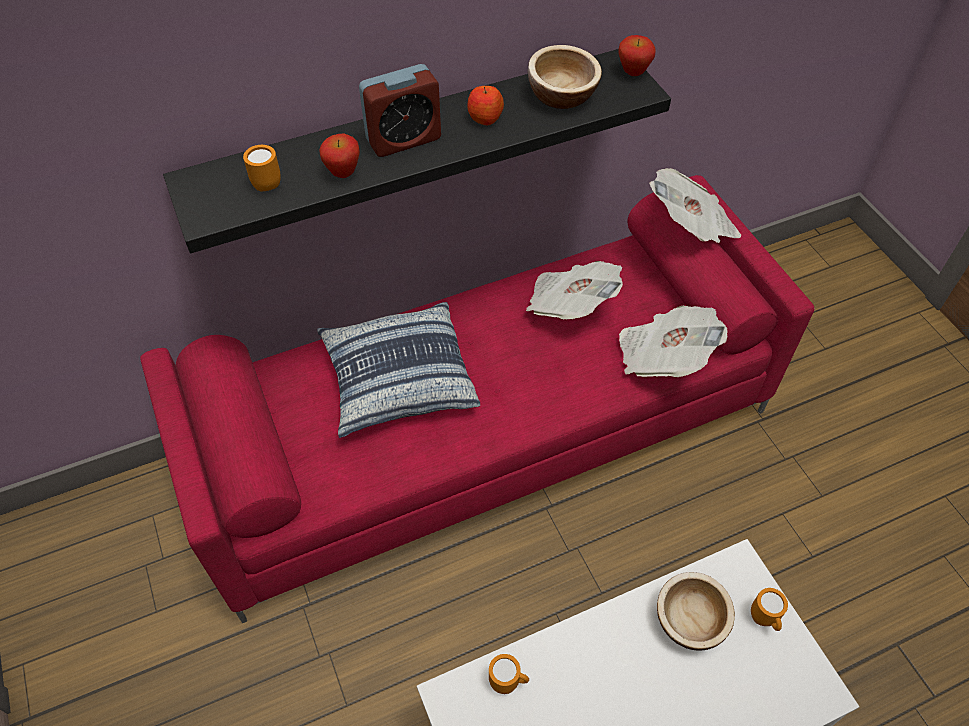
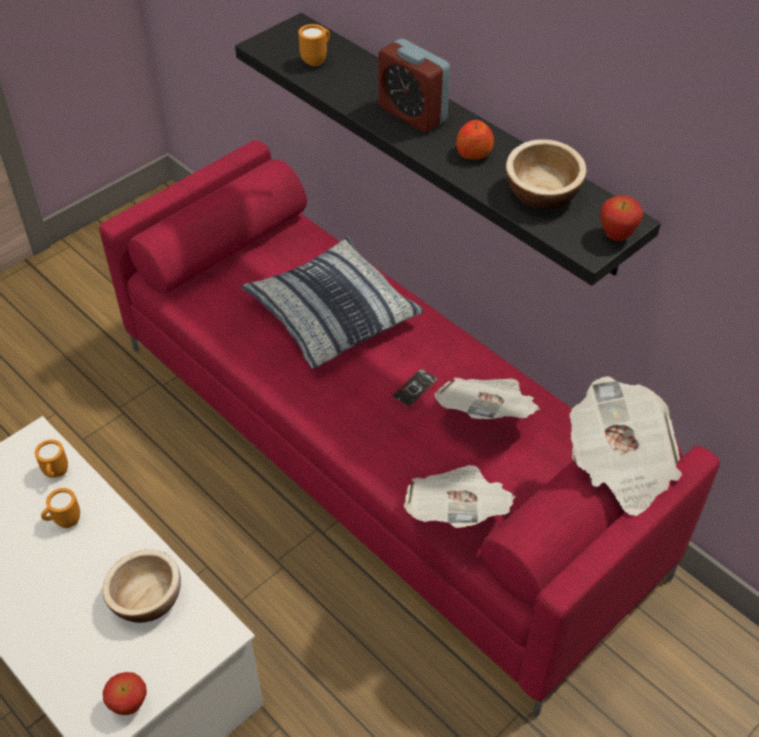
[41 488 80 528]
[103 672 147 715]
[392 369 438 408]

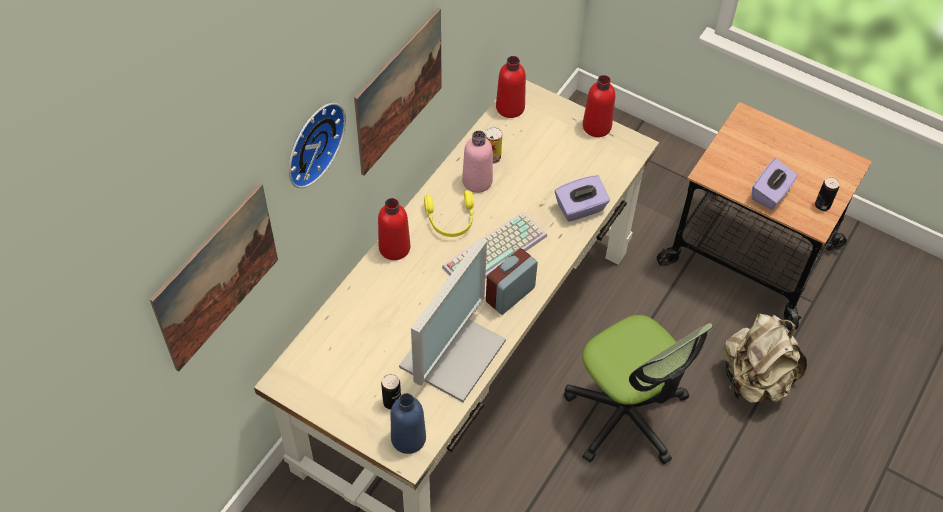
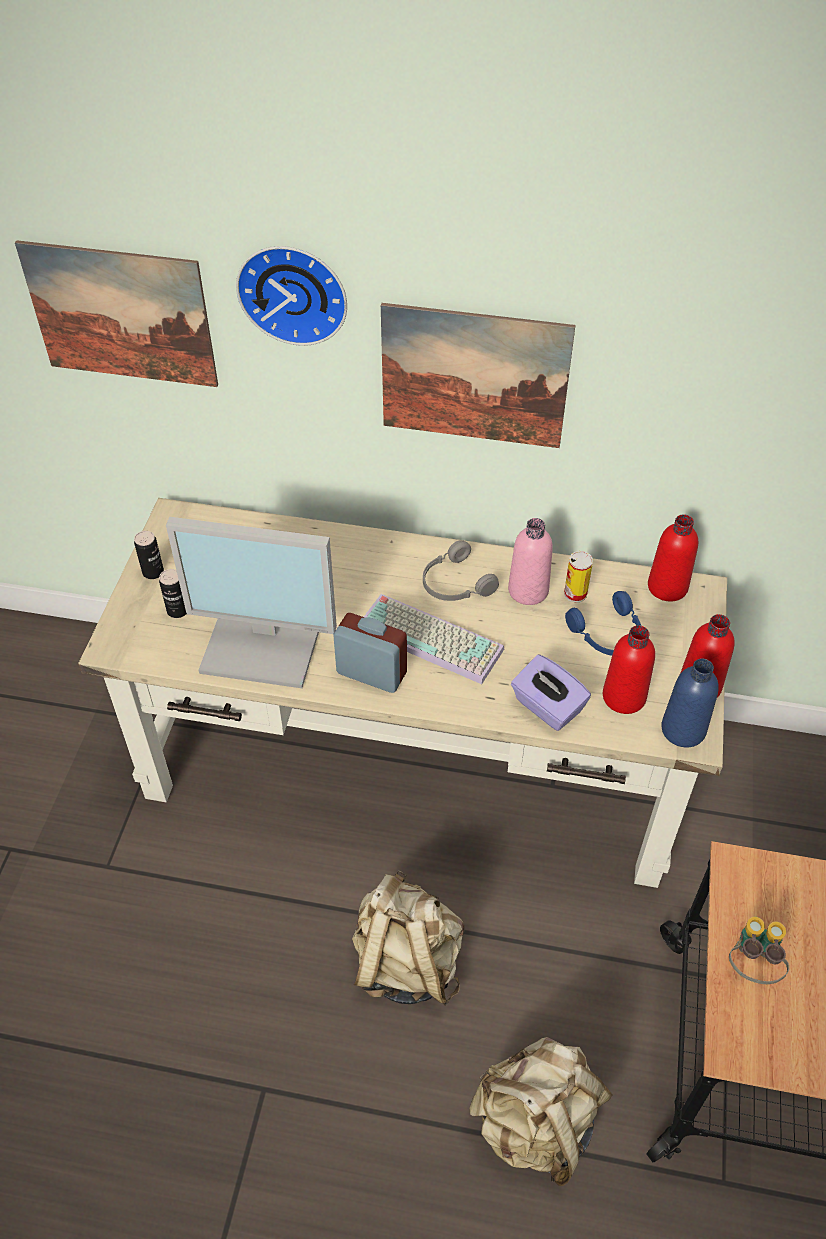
[134 531 164 579]
[352 871 465 1006]
[423 540 499 601]
[565 591 641 656]
[603 625 655 714]
[661 659 719 747]
[729 917 789 984]

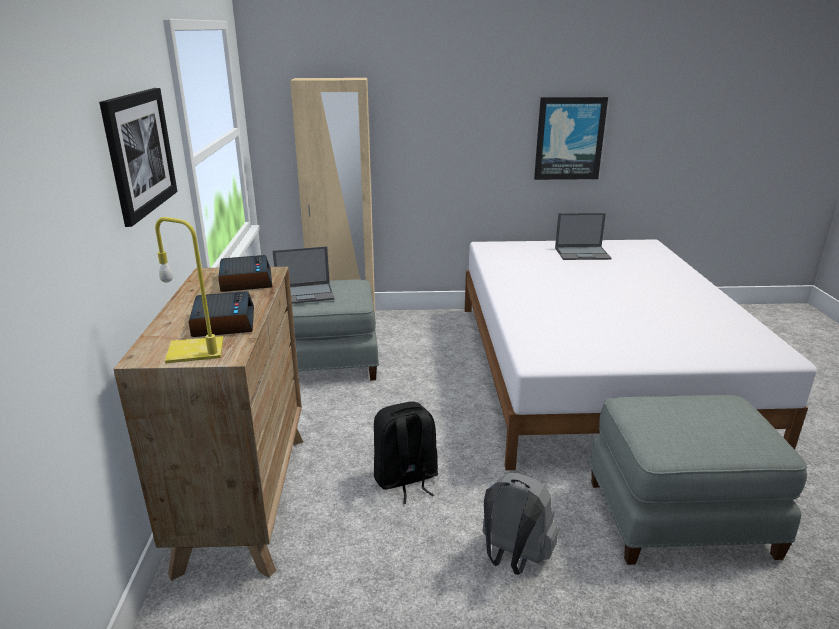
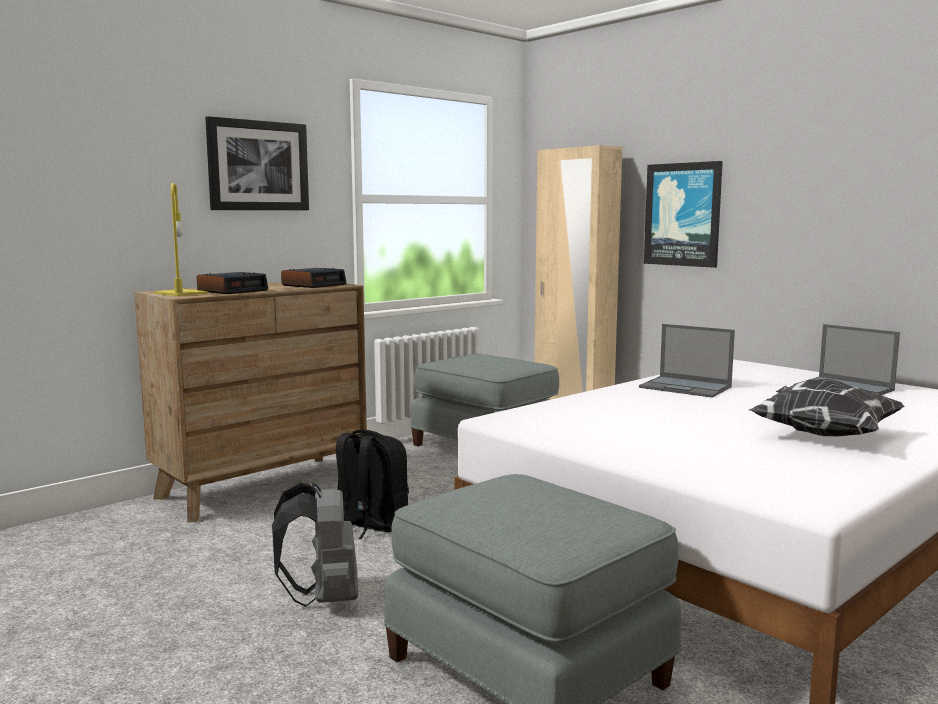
[639 324 735 398]
[644 161 723 268]
[749 379 905 436]

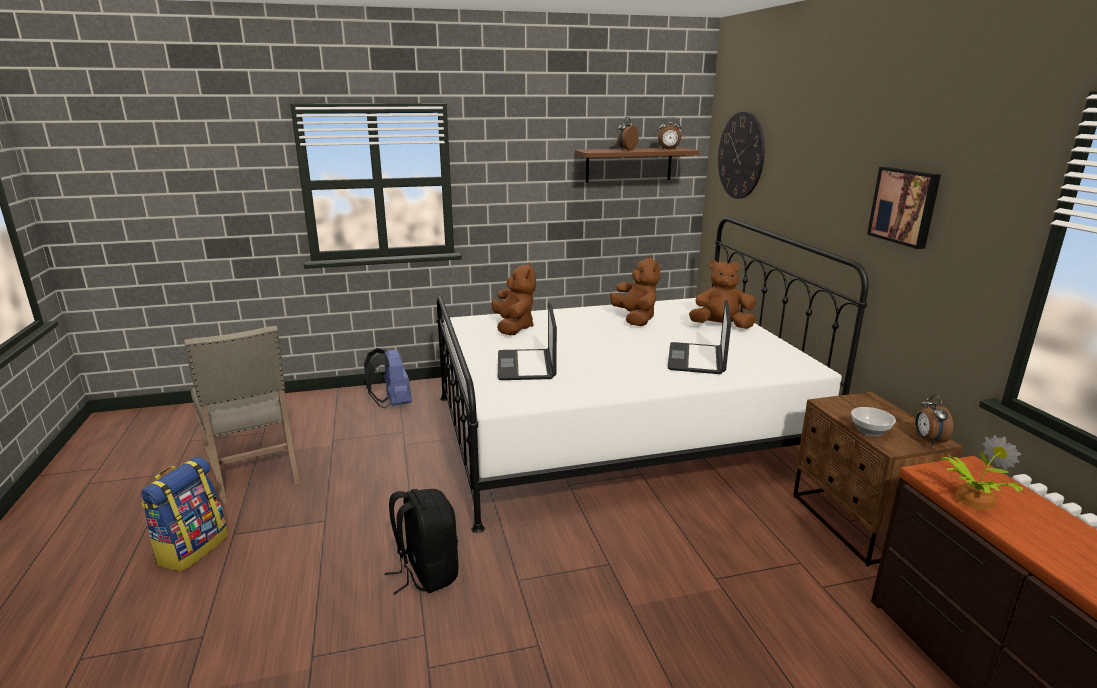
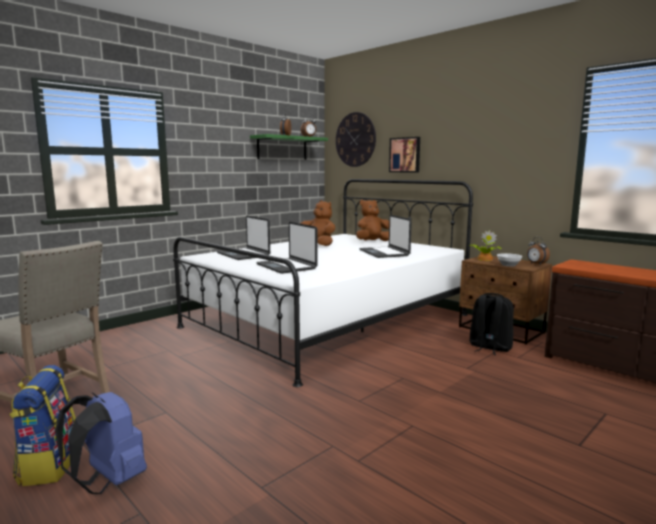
[55 392 147 494]
[217 216 270 260]
[250 134 328 160]
[389 137 420 172]
[468 230 501 261]
[469 293 514 355]

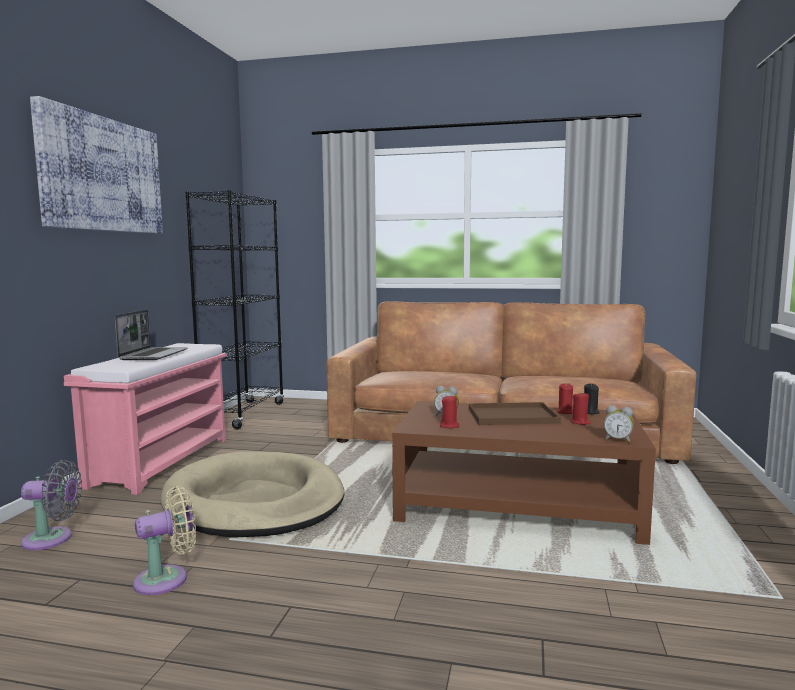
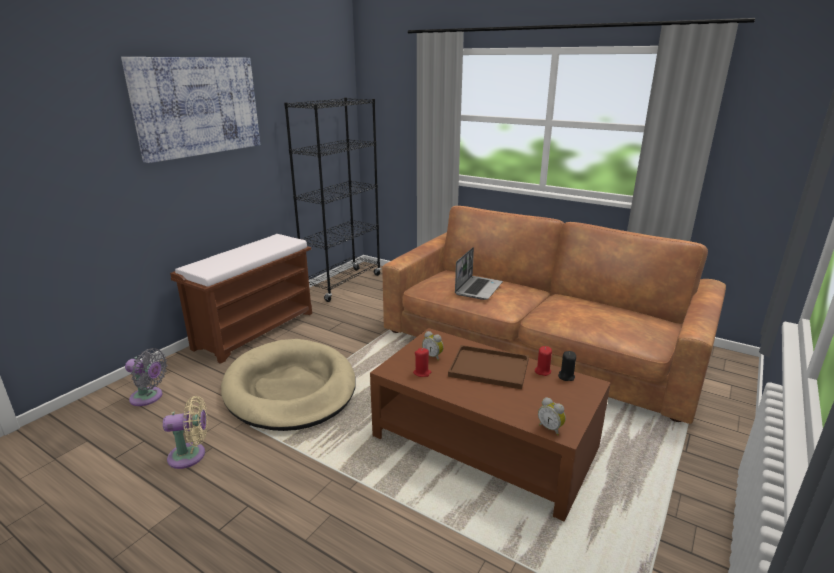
[170 234 312 364]
[455 247 503 300]
[570 391 591 425] (first image)

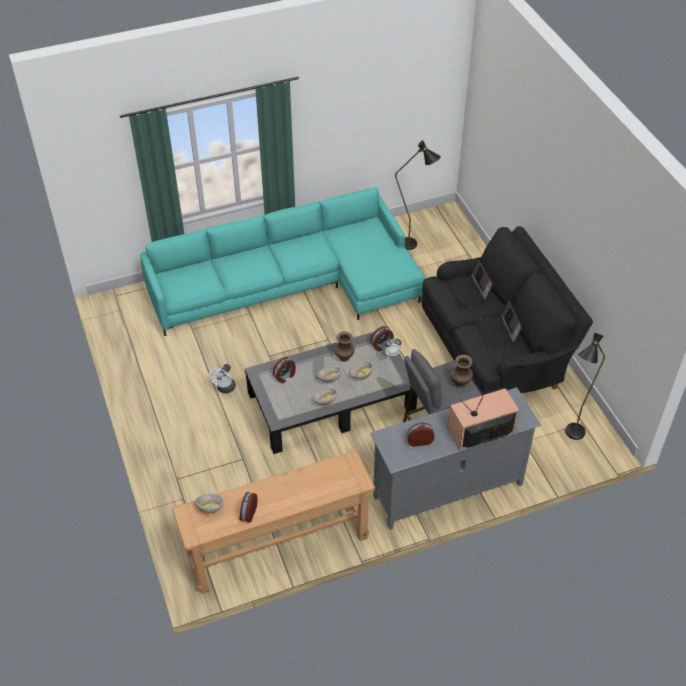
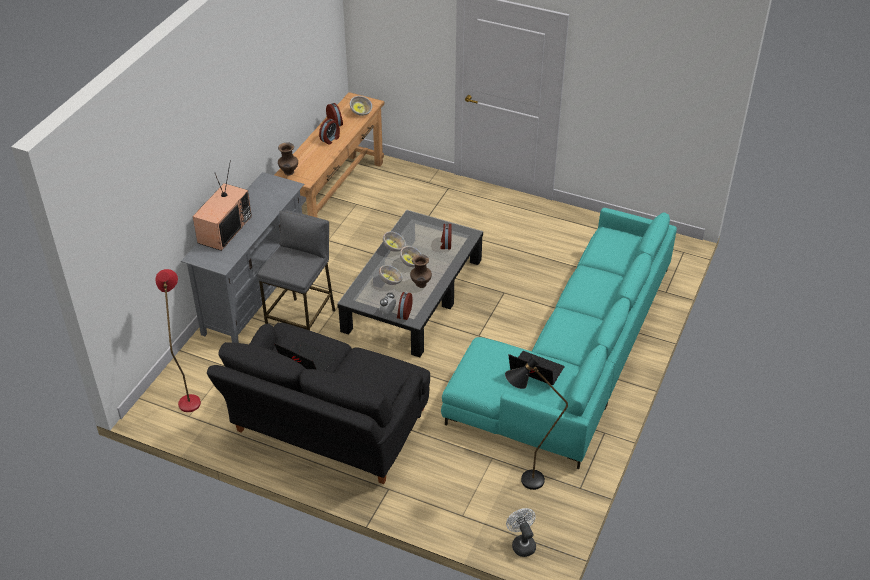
[156 269 201 412]
[278 142 298 175]
[319 118 340 145]
[506 508 536 557]
[508 351 565 385]

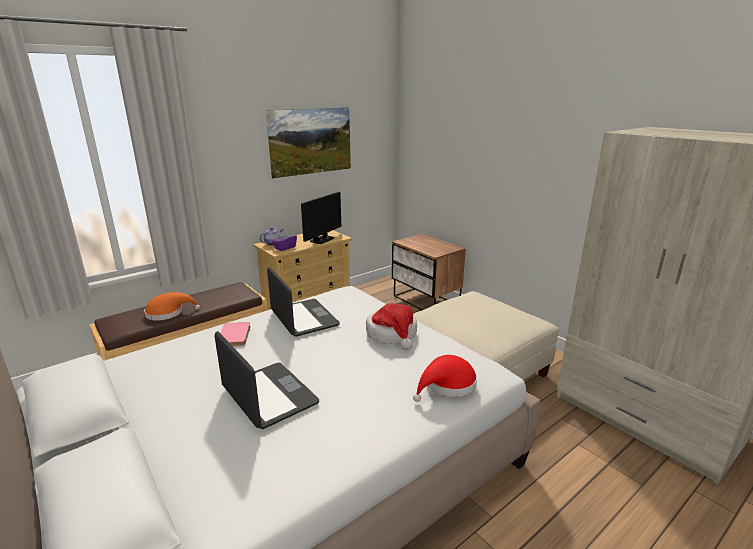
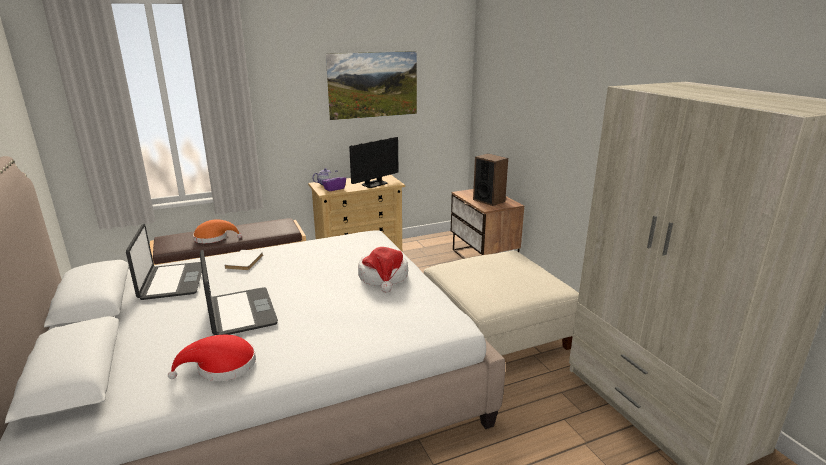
[126 224 202 300]
[168 335 256 381]
[225 250 263 271]
[473 153 508 206]

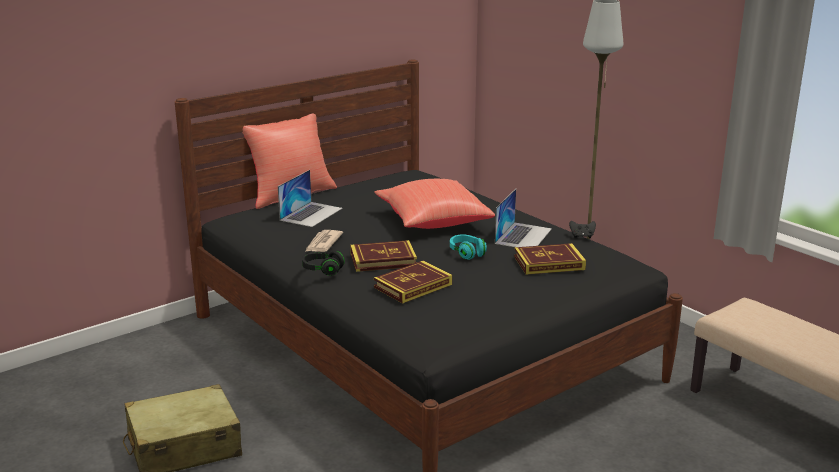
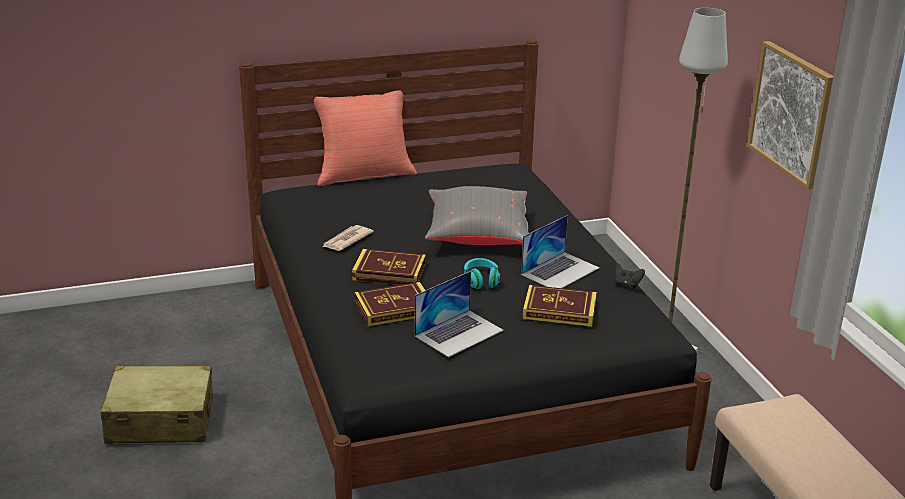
[415 271 504 357]
[425 186 529 245]
[747 41 833 190]
[302 251 345 276] (first image)

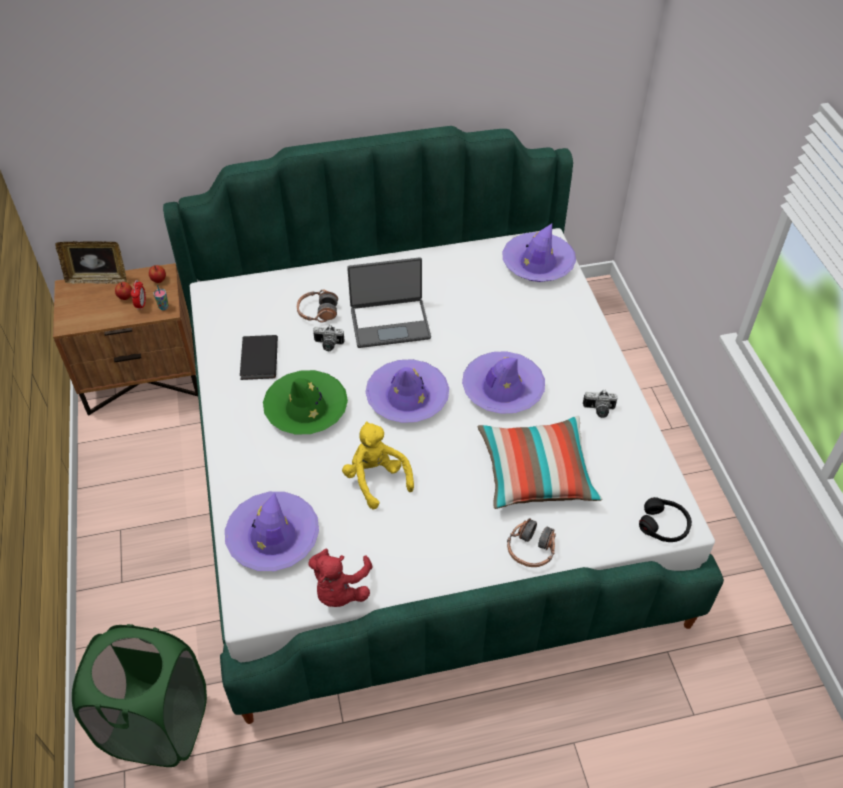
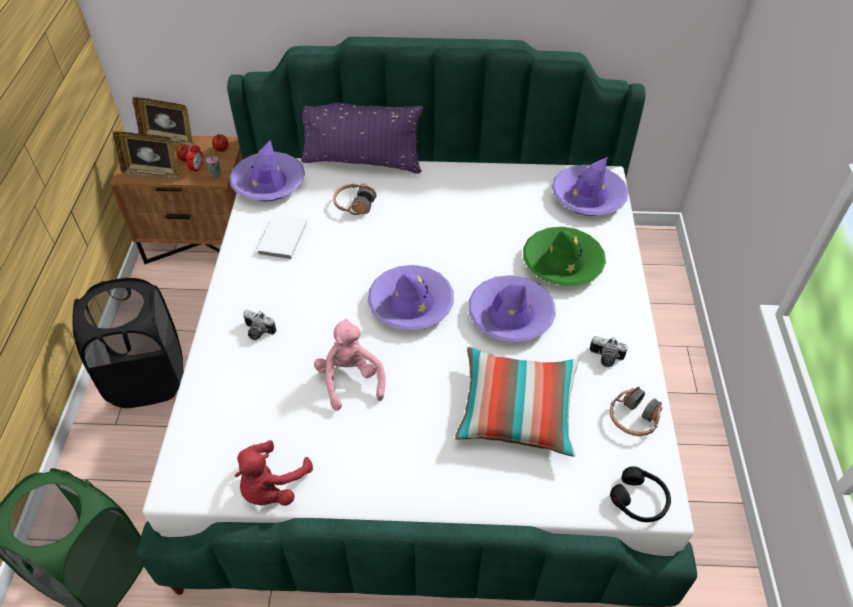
[72 277 183 408]
[113 132 179 181]
[229 140 305 202]
[243 310 276 340]
[257 214 307 259]
[301 102 423 174]
[314 318 385 411]
[523 227 606 286]
[610 387 662 436]
[347 257 431 348] (first image)

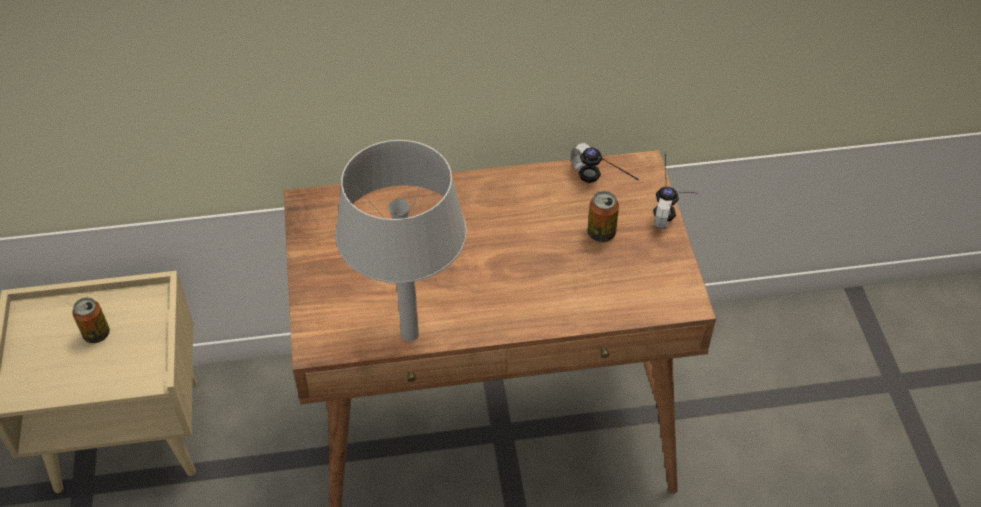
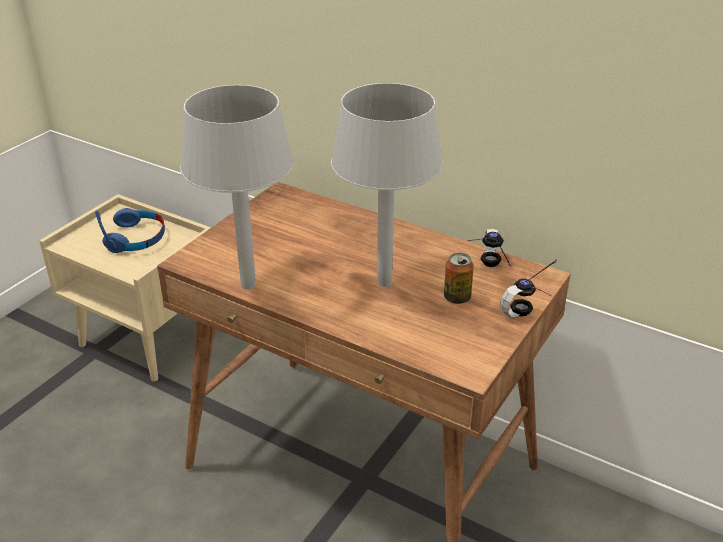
[95 208 165 253]
[331 83 443 287]

